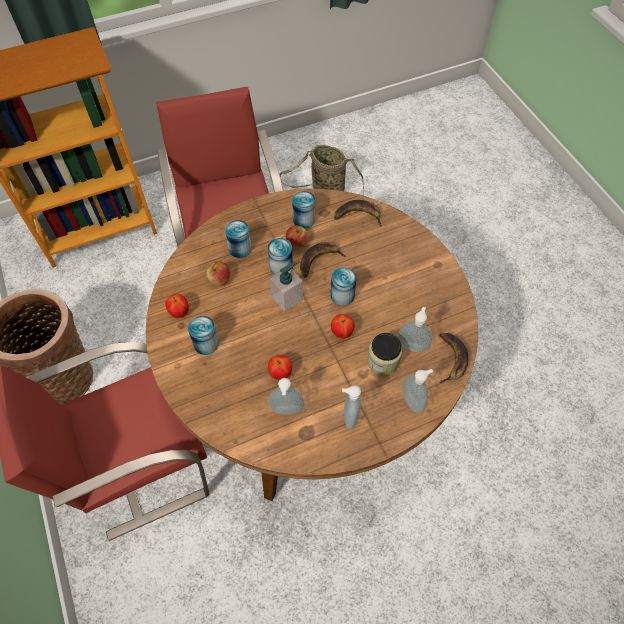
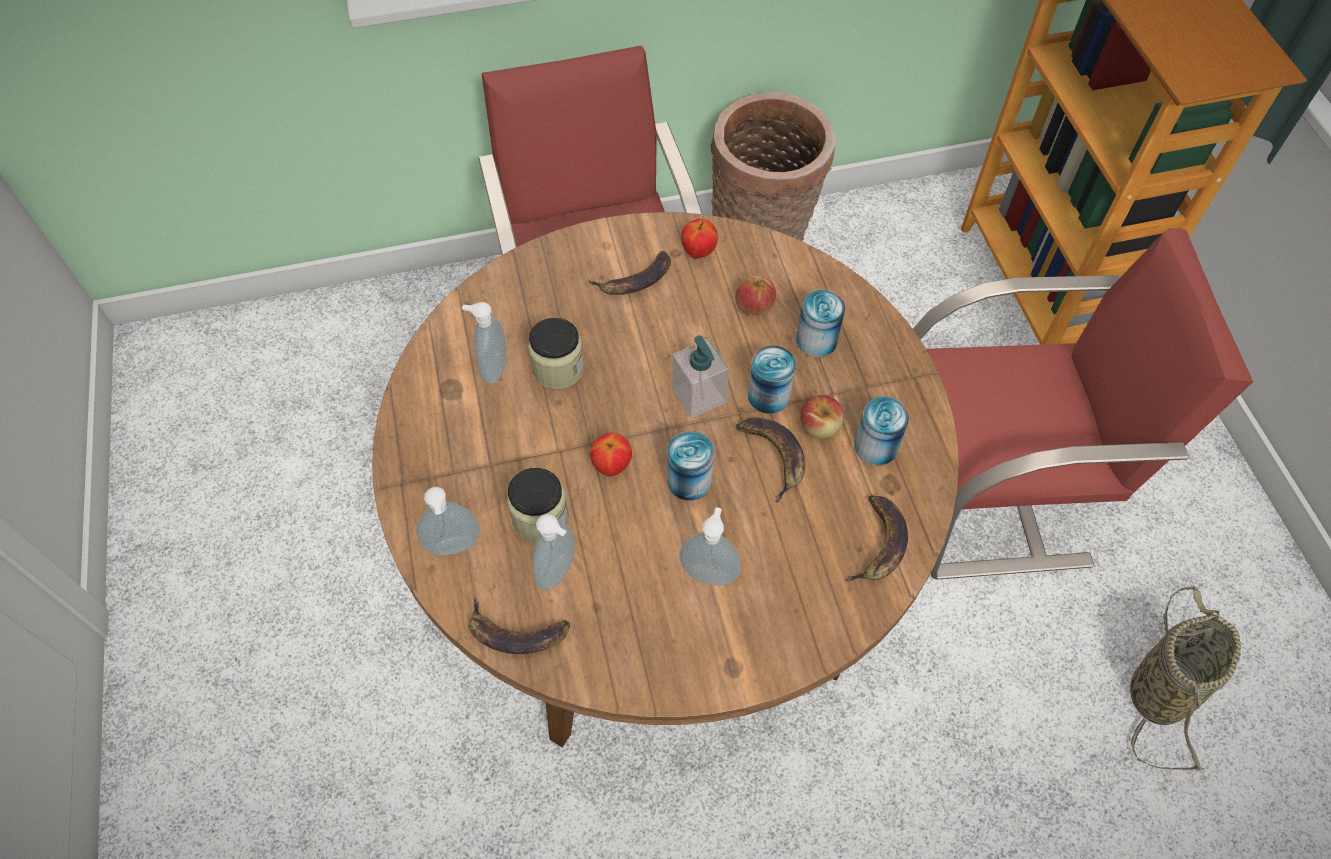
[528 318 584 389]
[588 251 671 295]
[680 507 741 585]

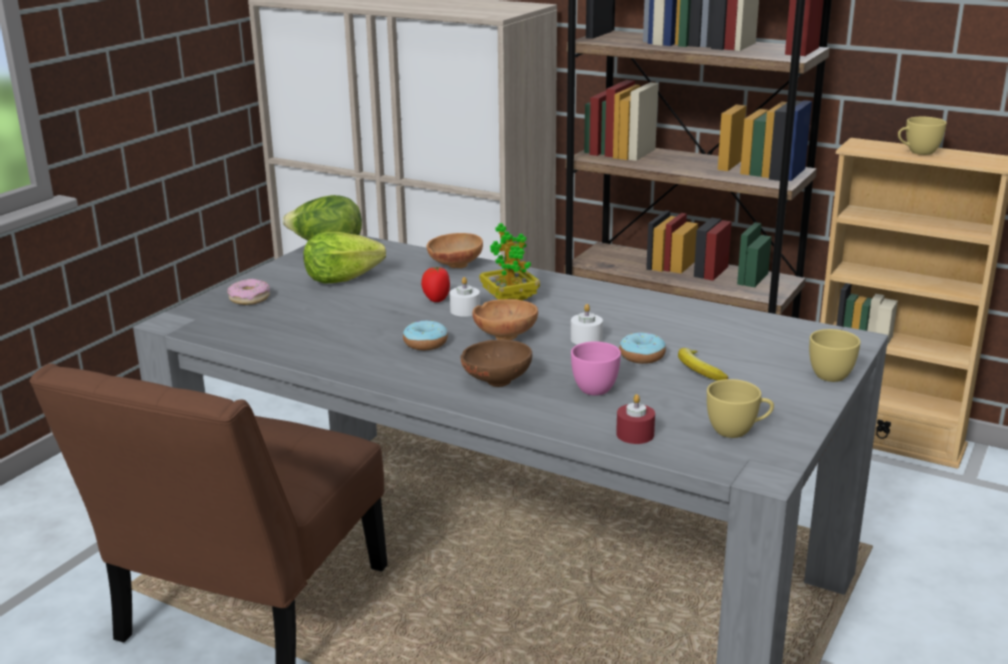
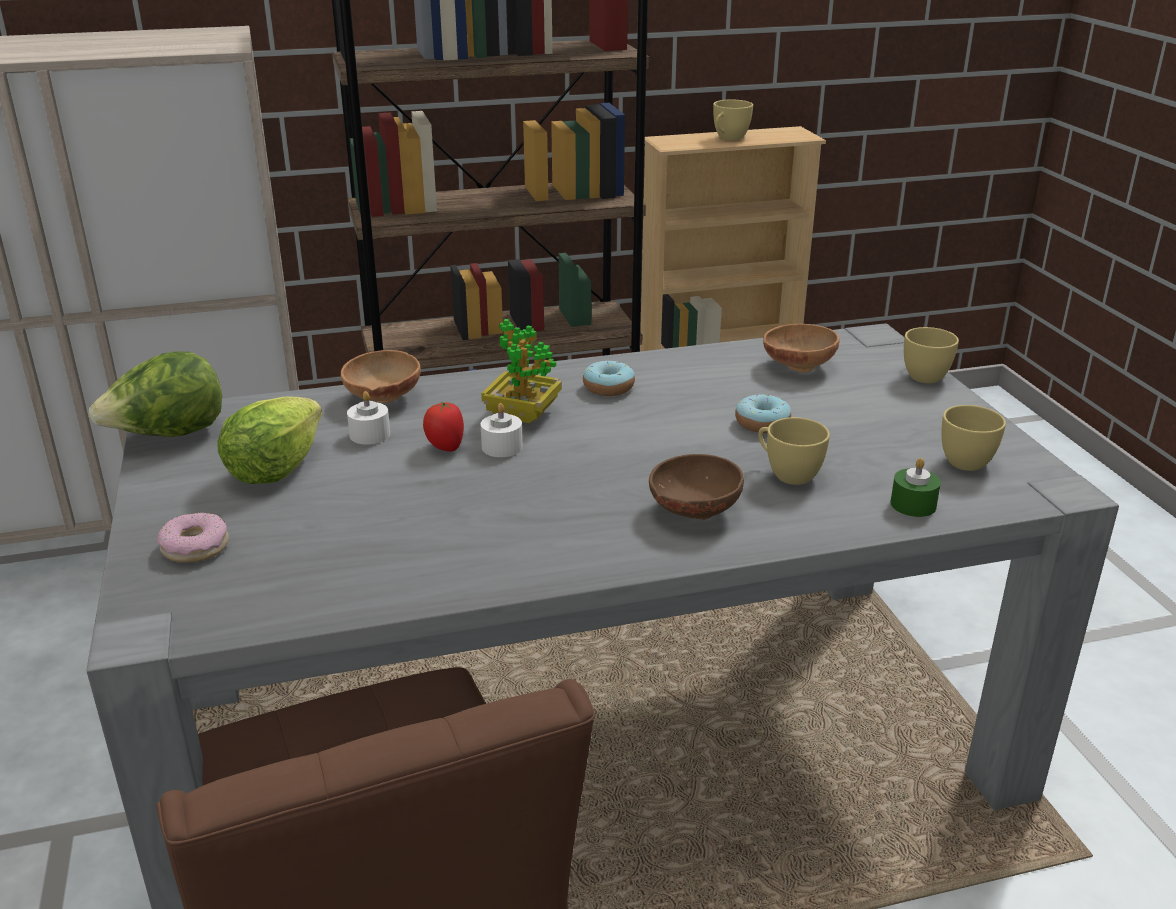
[347 391 390 445]
[583 361 635 396]
[758 417 830 485]
[763 324 840 372]
[890 458 941 517]
[678 348 728 380] (first image)

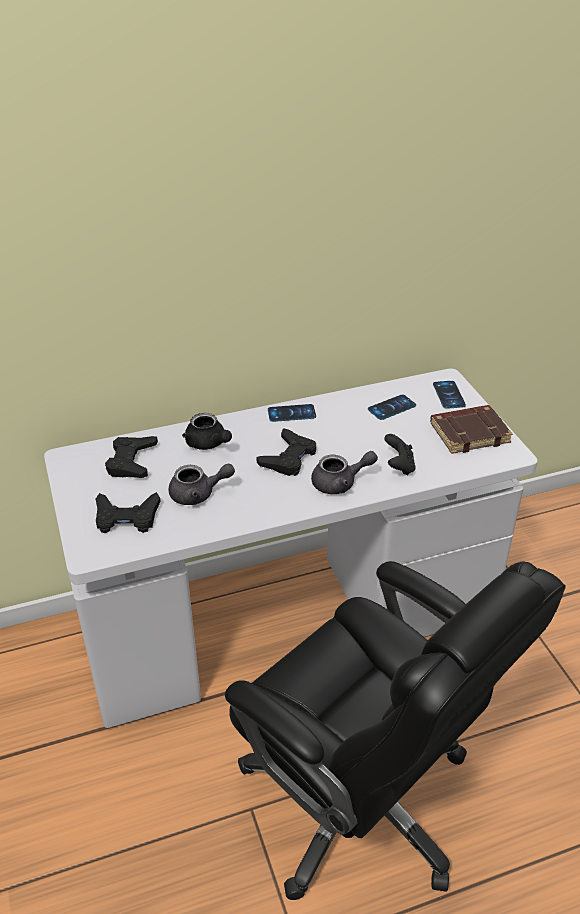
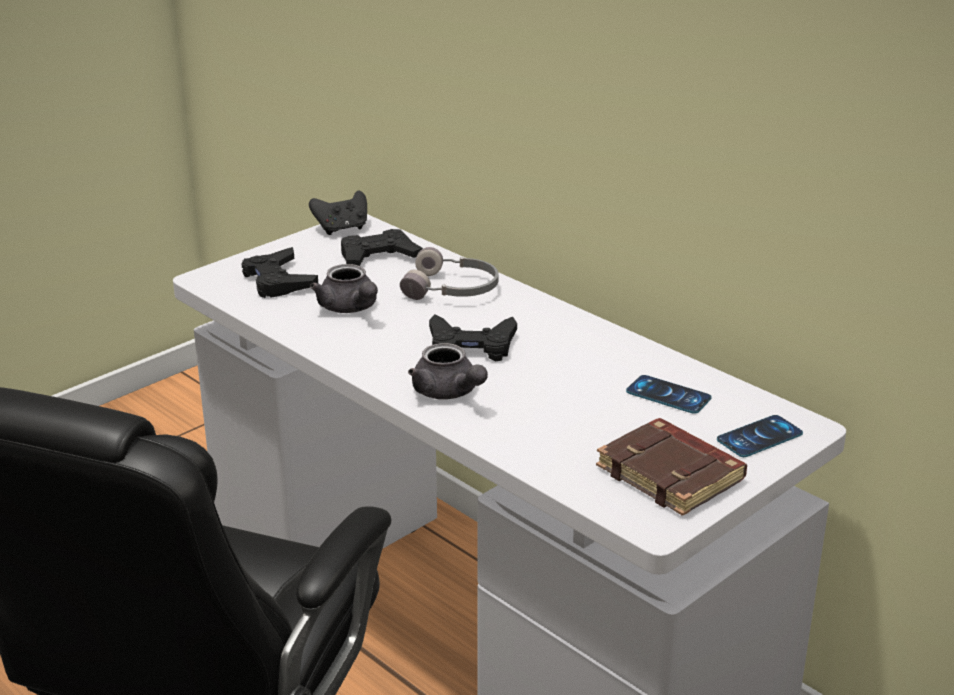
[309 190 367 235]
[400 247 498 300]
[268 404 316 422] (first image)

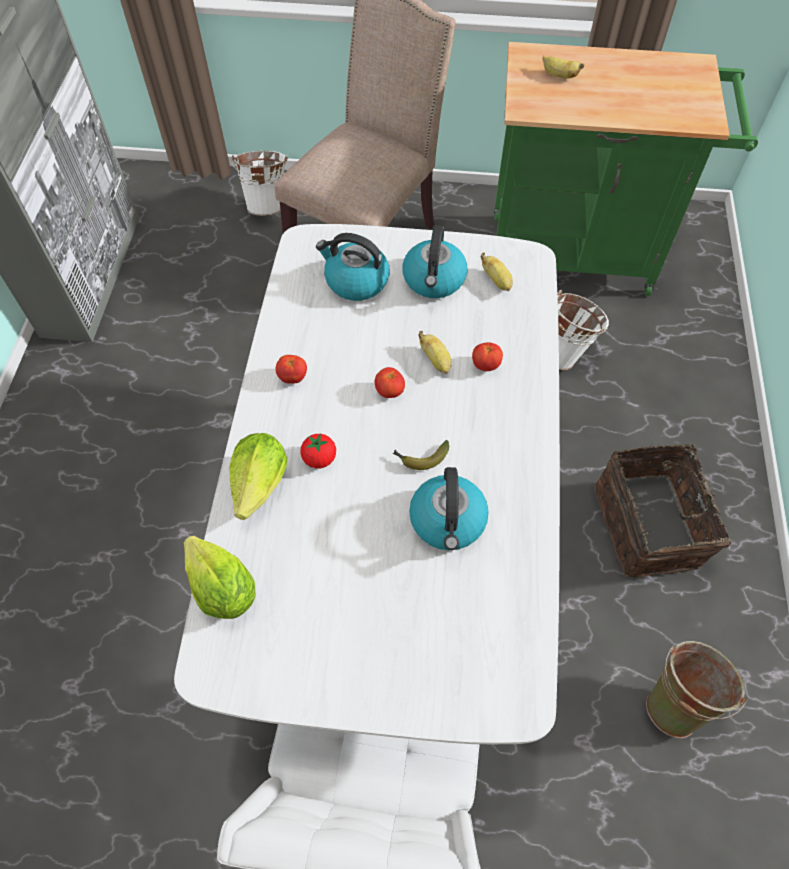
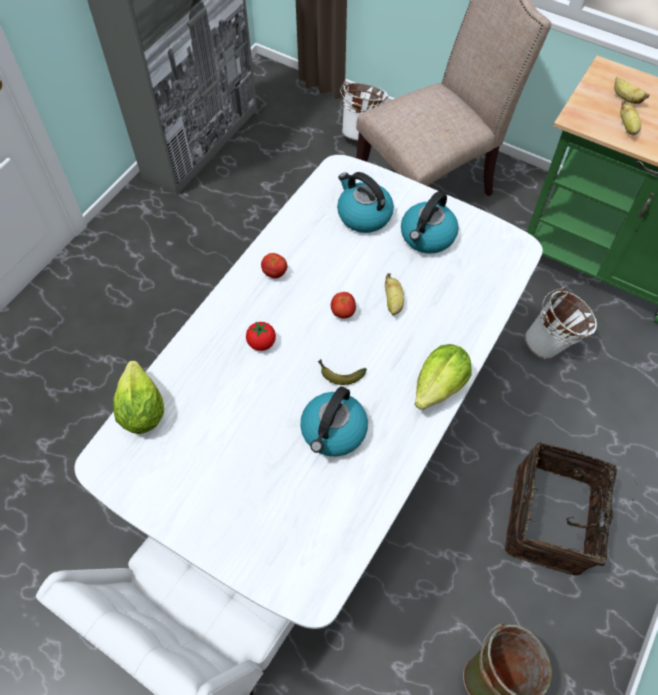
[415 344 472 410]
[620 100 641 135]
[472 342 503 371] (first image)

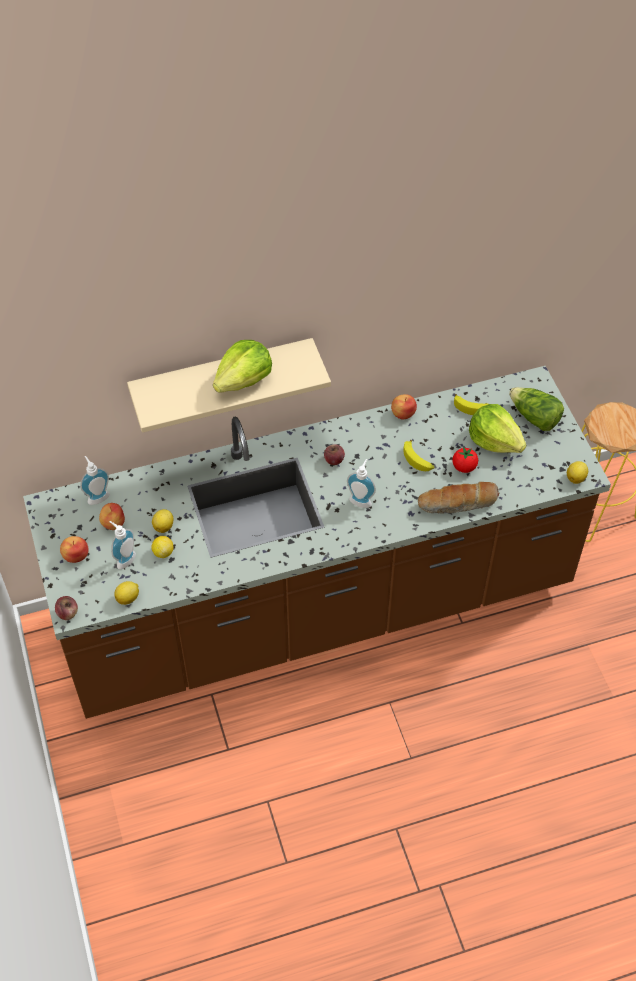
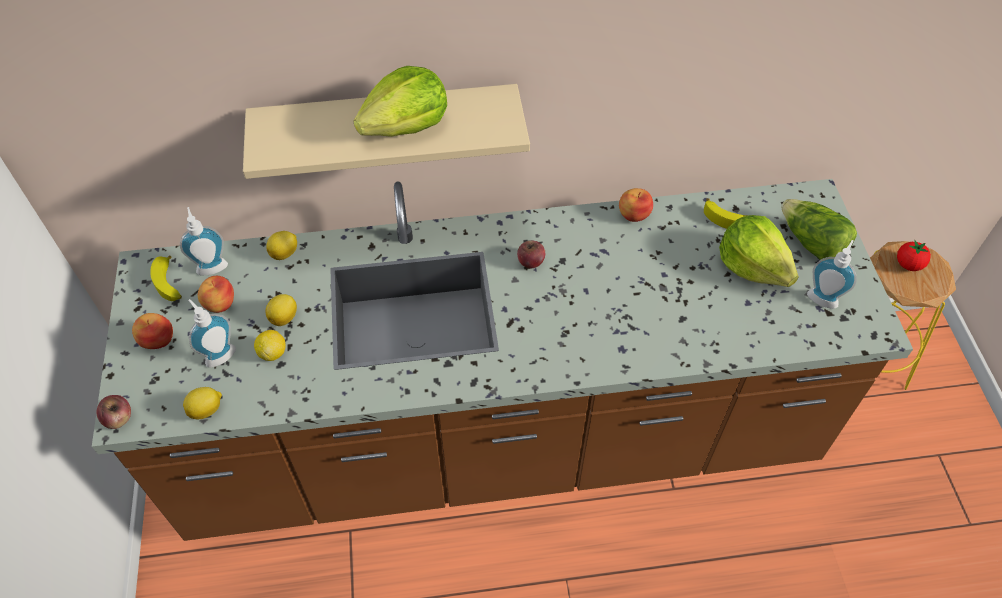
[150 255 182 301]
[266 231 297 260]
[807 240 857 309]
[897 240 931 271]
[417 482 499 514] (first image)

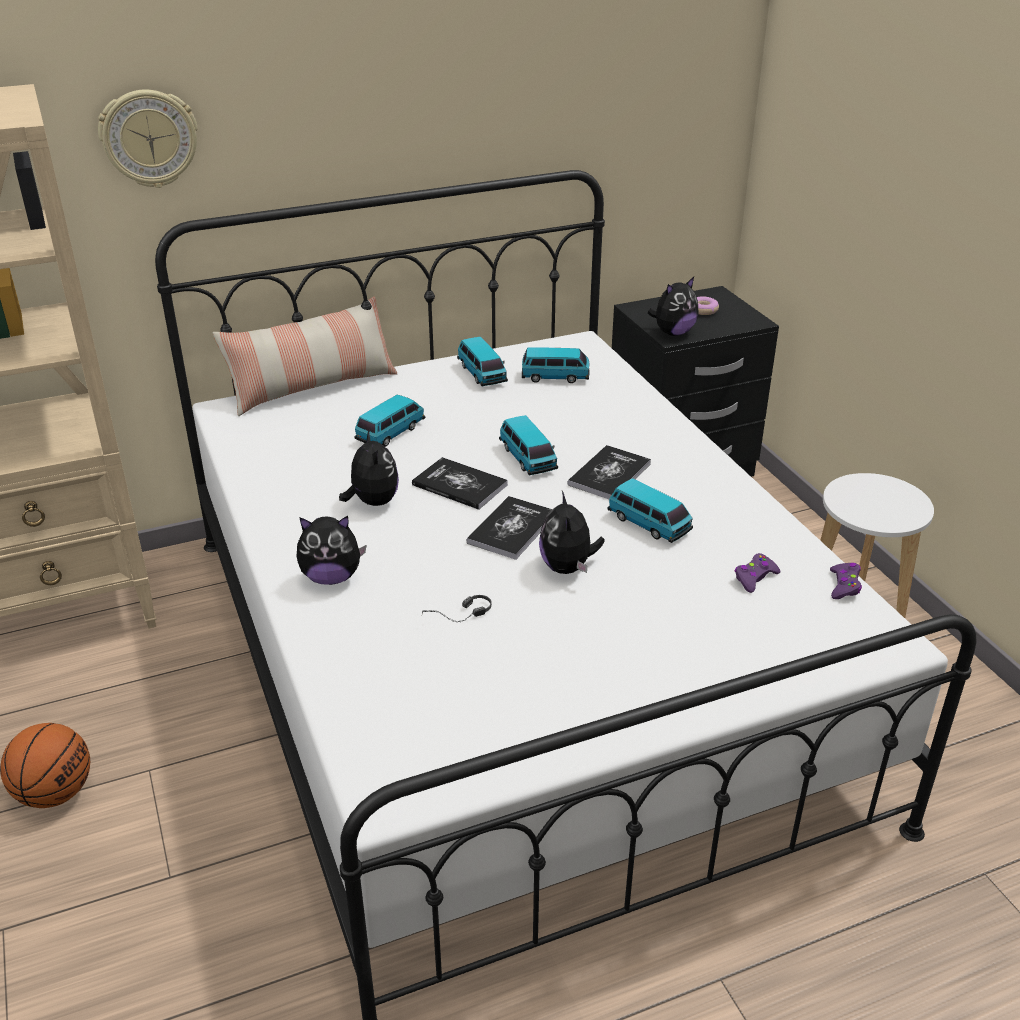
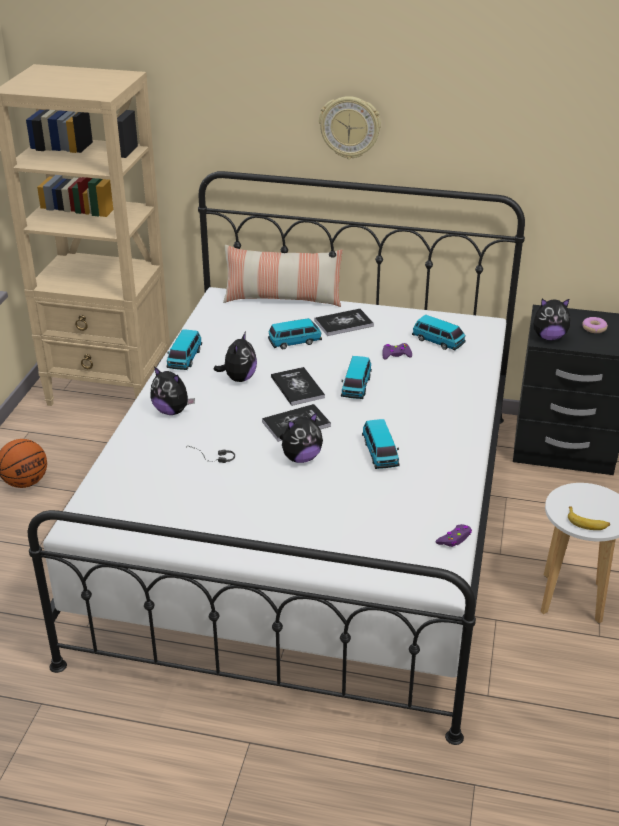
[166 329 202 370]
[279 412 323 463]
[315 309 374 336]
[319 96 381 159]
[382 343 412 360]
[568 507 610 530]

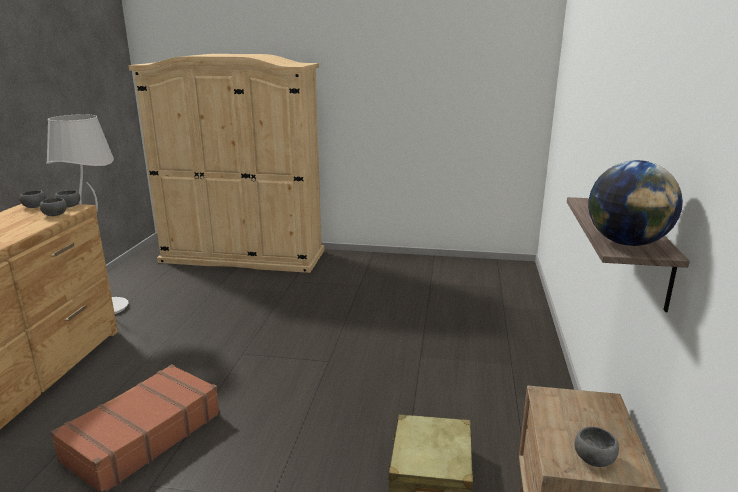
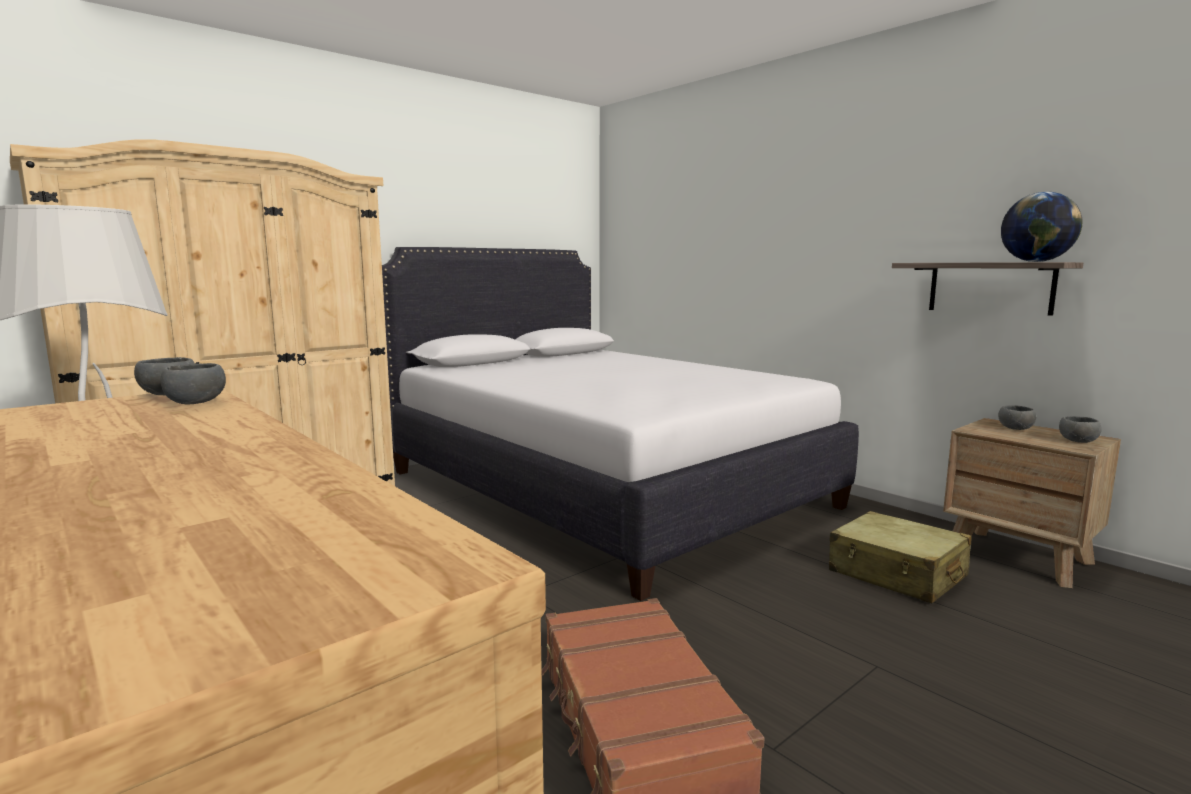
[382 247 859 601]
[998 405 1036 430]

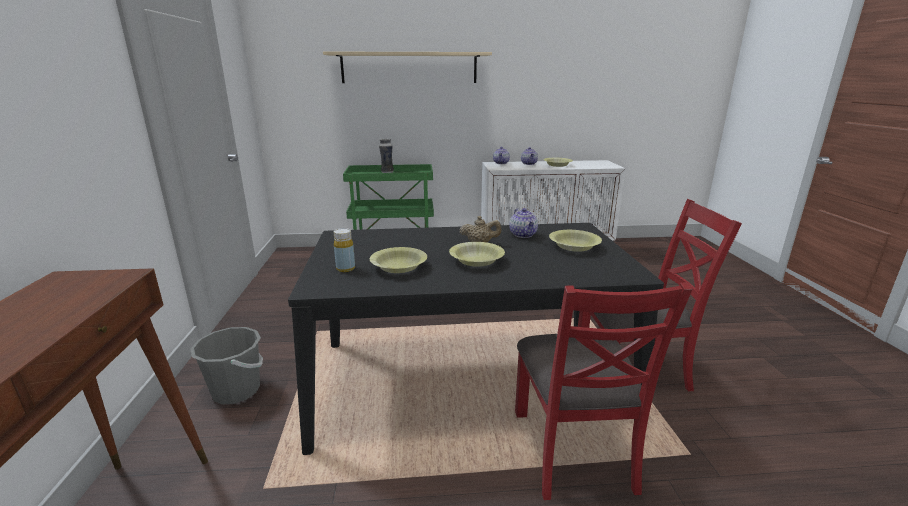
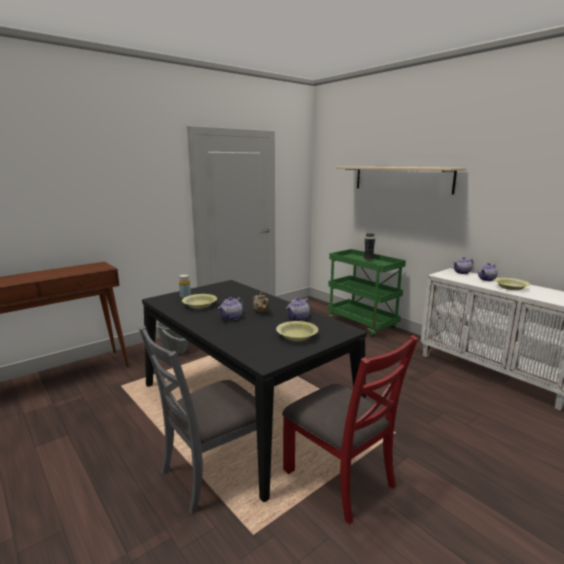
[139 326 257 515]
[218 297 243 321]

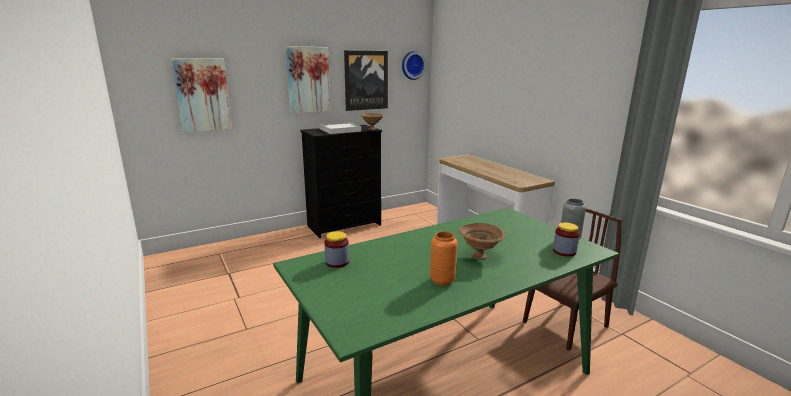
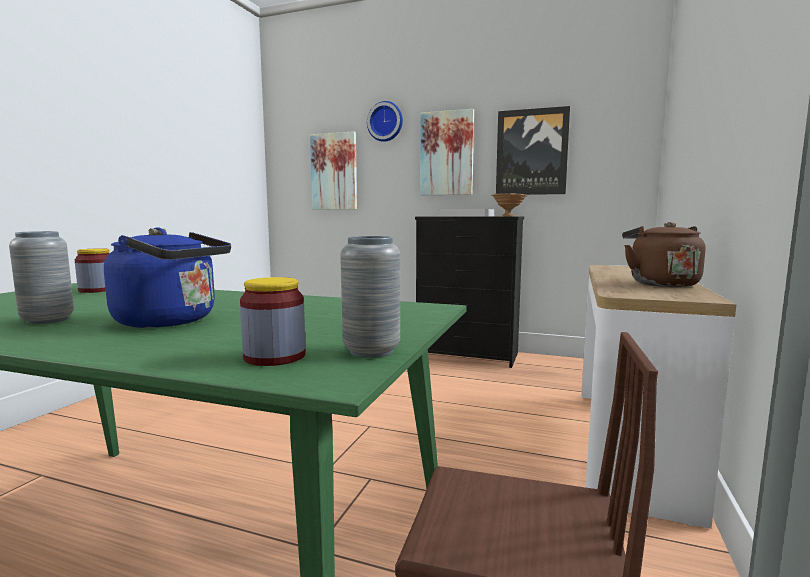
[9 231 74 324]
[104 227 231 328]
[367 101 403 142]
[622 222 706 287]

